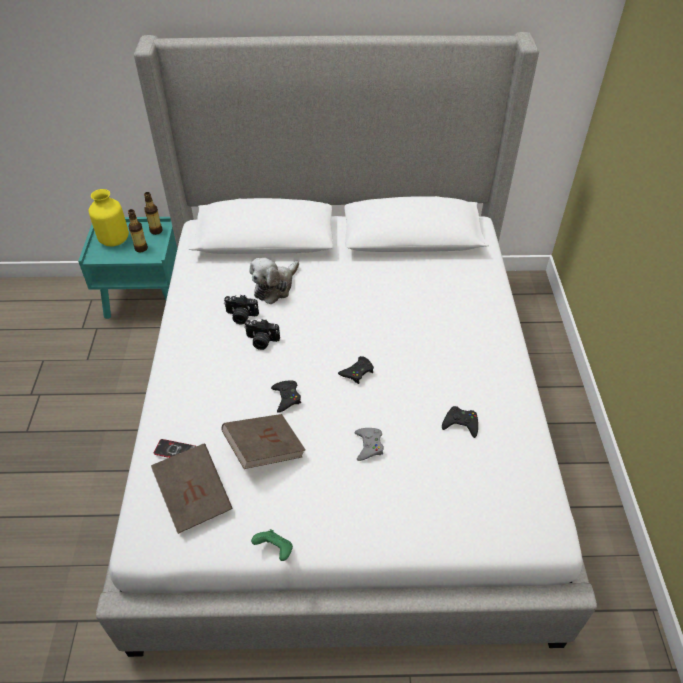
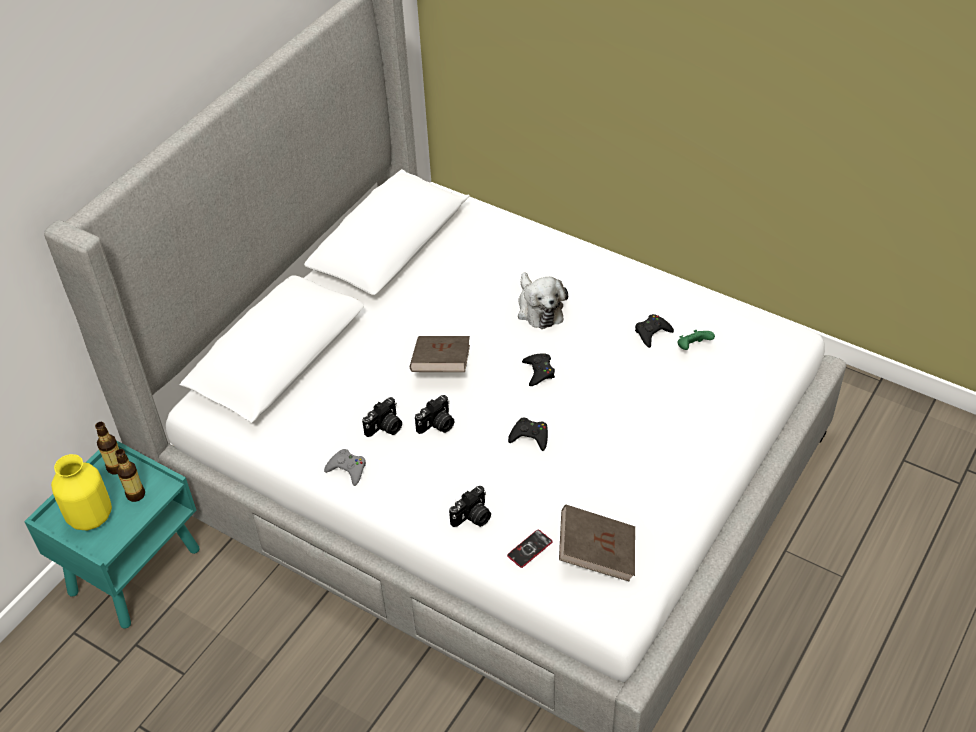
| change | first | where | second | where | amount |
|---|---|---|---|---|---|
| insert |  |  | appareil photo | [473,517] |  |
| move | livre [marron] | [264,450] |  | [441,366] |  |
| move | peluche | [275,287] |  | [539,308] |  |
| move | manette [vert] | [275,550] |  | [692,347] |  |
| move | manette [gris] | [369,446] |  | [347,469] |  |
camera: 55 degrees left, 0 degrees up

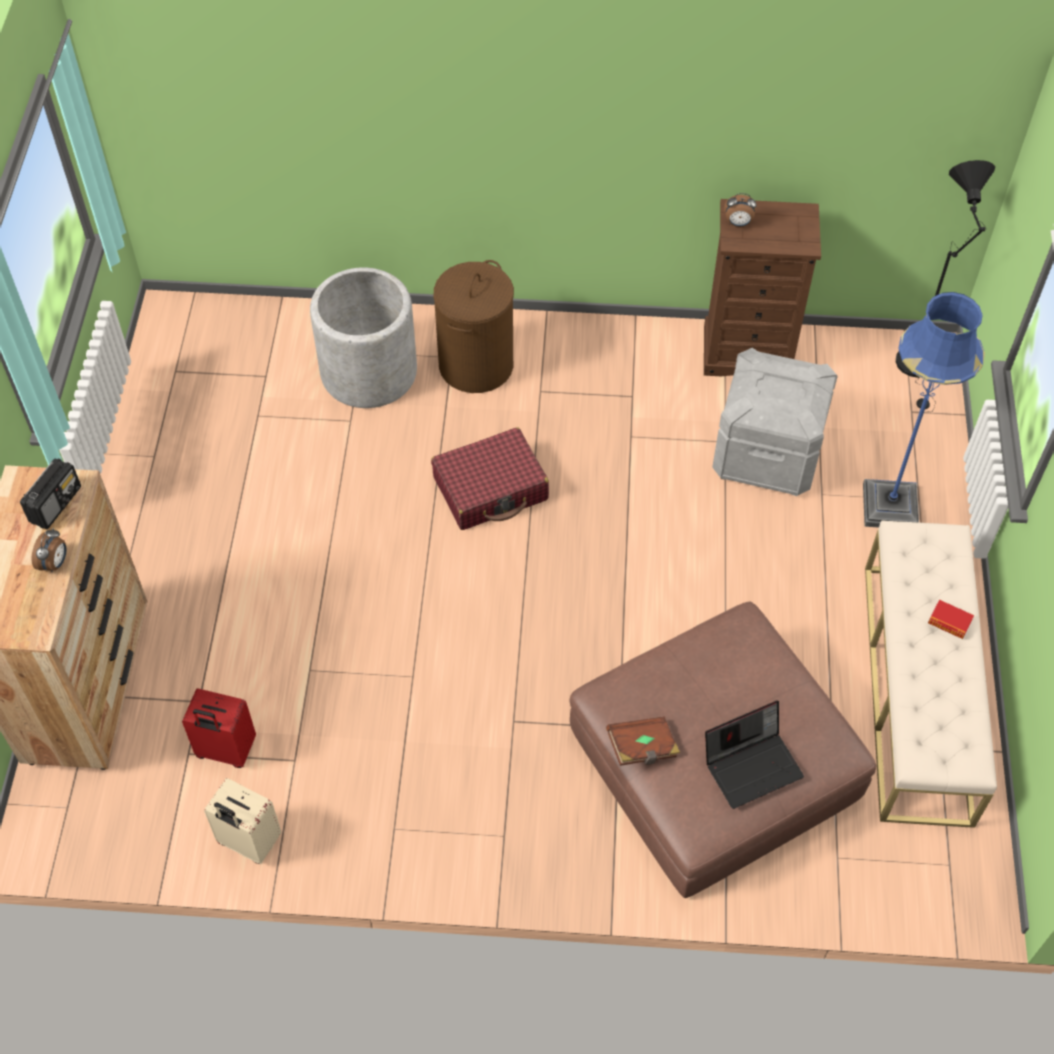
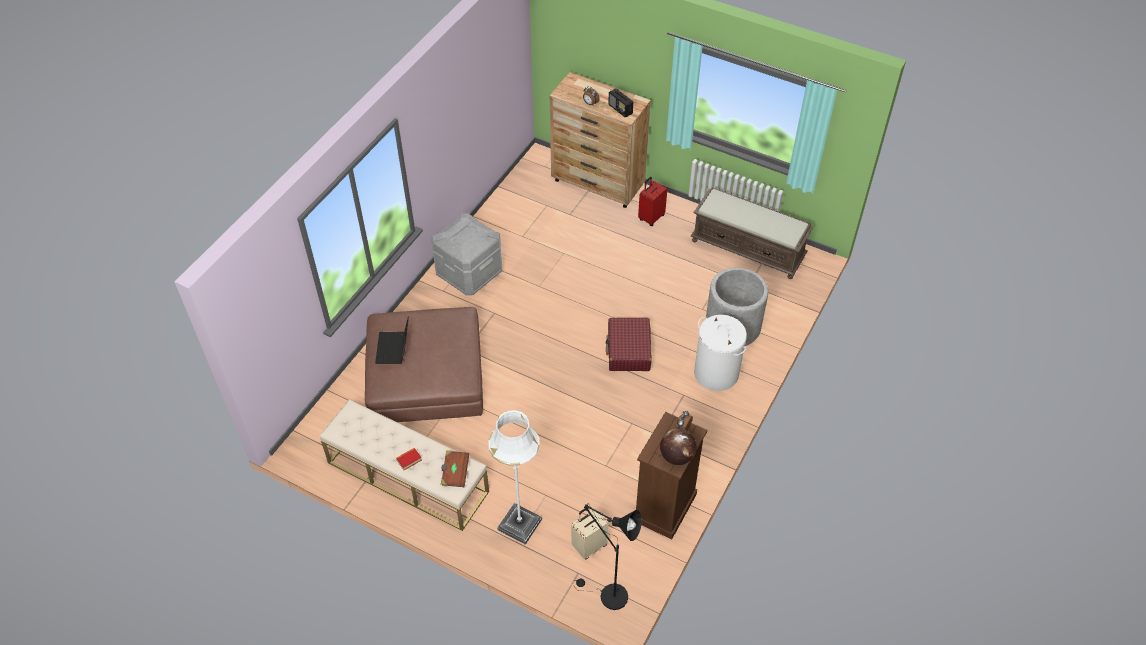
| change | first | where | second | where | amount |
|---|---|---|---|---|---|
| insert |  |  | globe | [676,456] |  |
| insert |  |  | banc [marron] | [748,248] |  |
| move | valise [rouge] | [225,751] |  | [651,217] |  |
| move | valise [beige] | [248,842] |  | [589,545] |  |
| move | livre [marron] | [642,748] |  | [455,473] |  |
| move | boîte de rangement [gris] | [766,454] |  | [469,272] |  |
| recolor | panier à linge [marron] | [476,365] | panier à linge [blanc] | [716,373] |  |
| recolor | lampadaire [bleu] | [889,507] | lampadaire [blanc] | [519,524] |  |
camera: 115 degrees right, 5 degrees down

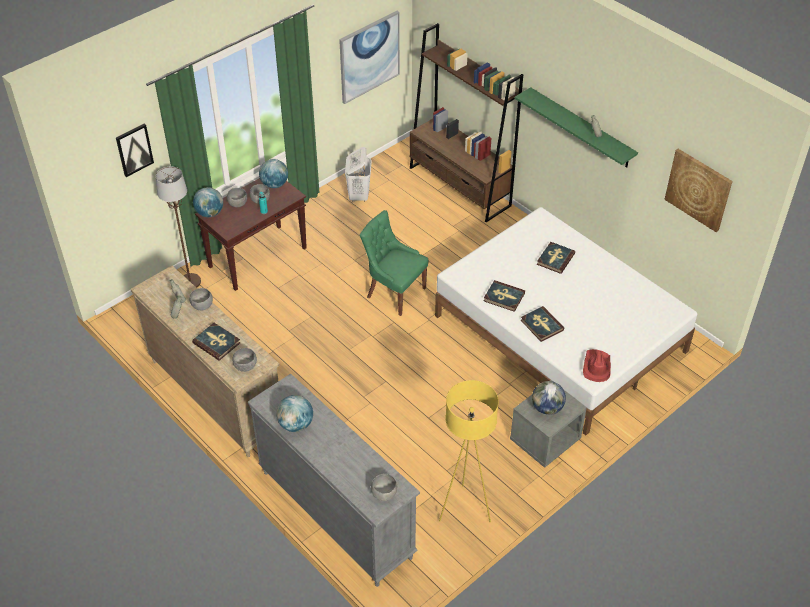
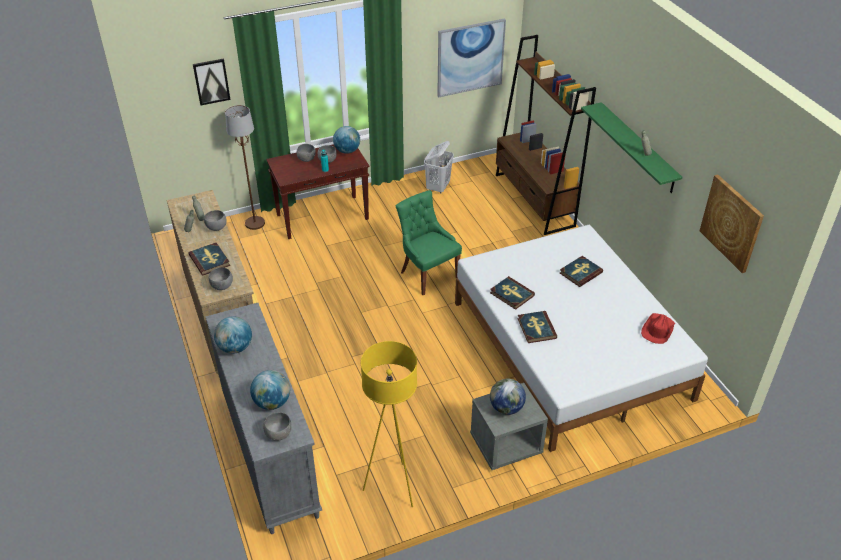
| change | first | where | second | where | amount |
|---|---|---|---|---|---|
| move | globe | [210,213] |  | [272,402] |  |
| move | chapeau [rouge] | [596,367] |  | [657,330] |  |
camera: 20 degrees right, 5 degrees down

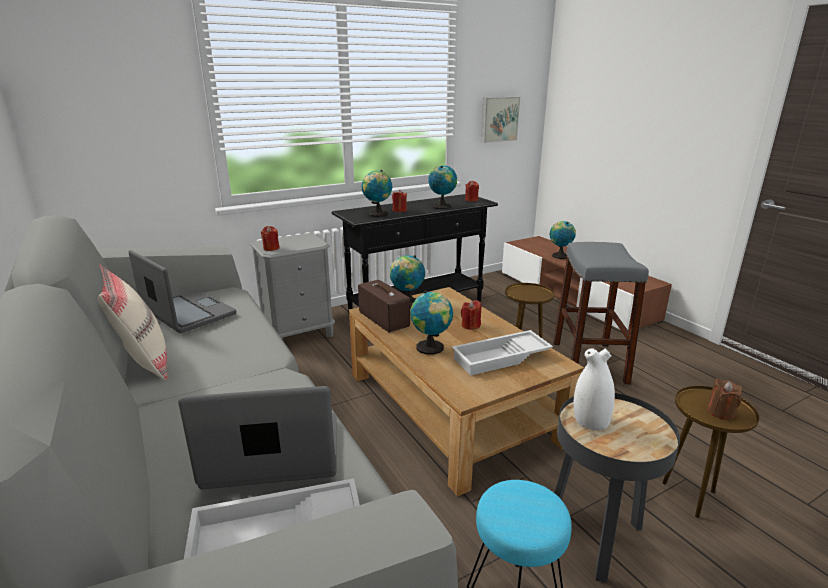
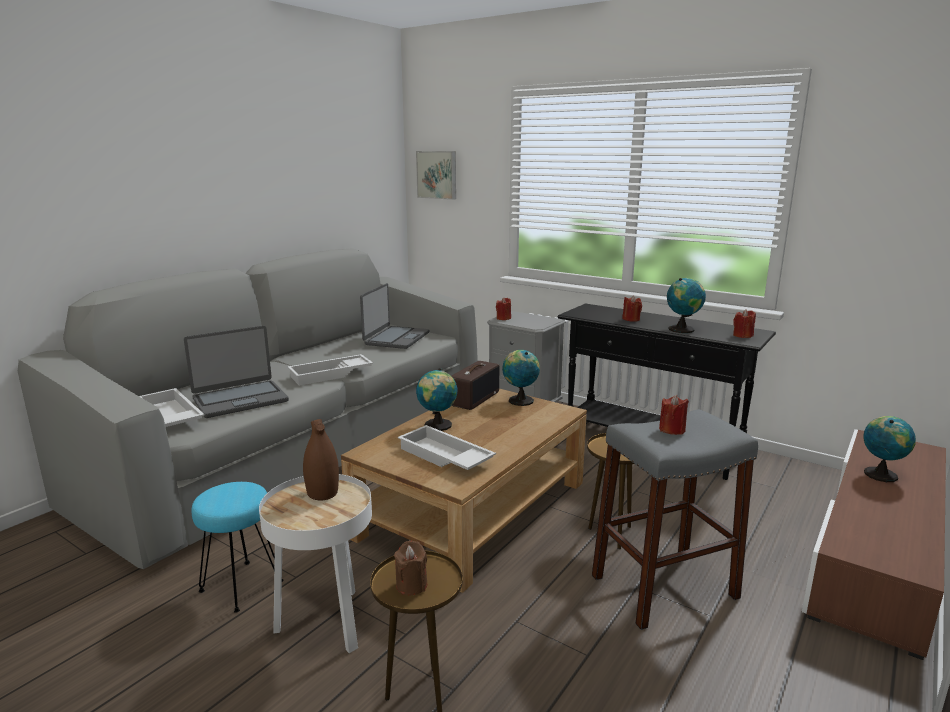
| change | first | where | second | where | amount |
|---|---|---|---|---|---|
| delete | coussin [beige] | [139,362] |  |  |  |
| delete | globe | [377,214] |  |  |  |
| insert |  |  | plateau [blanc] | [331,375] |  |
| move | bougie [rouge] | [470,325] |  | [672,430] |  |
| move | tableau | [498,119] |  | [437,174] |  |
| recolor | table d'appoint [noir] | [595,537] | table d'appoint [blanc] | [326,622] |  |
| recolor | vase [blanc] | [590,421] | vase [marron] | [323,492] |  |
| rotate | ordinateur portable | [273,454] |  | [240,399] | 90 degrees clockwise |
camera: 65 degrees right, 5 degrees down

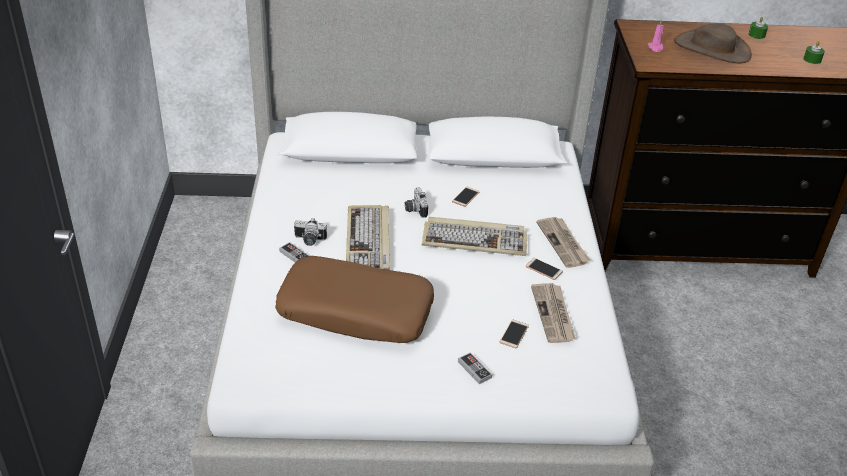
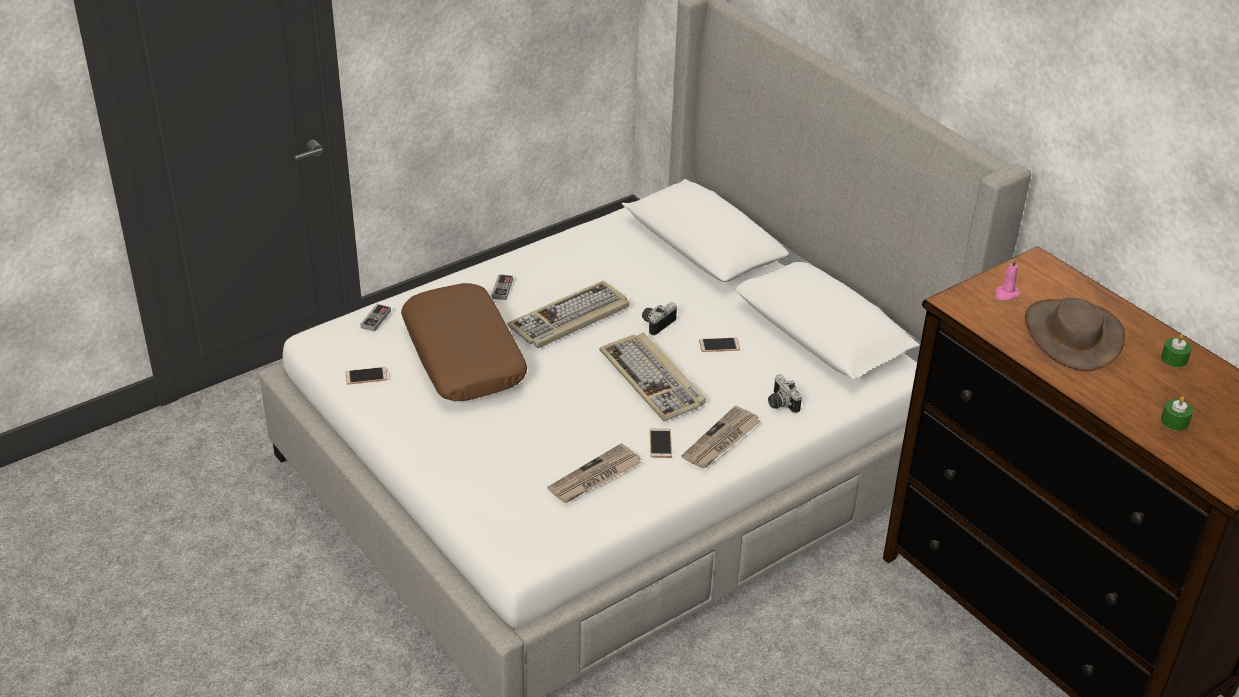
| change | first | where | second | where | amount |
|---|---|---|---|---|---|
| move | appareil photo | [309,240] |  | [780,403] |  |
| move | manette | [474,370] |  | [376,319] |  |
| move | téléphone | [514,334] |  | [366,376] |  |
camera: 55 degrees right, 0 degrees up

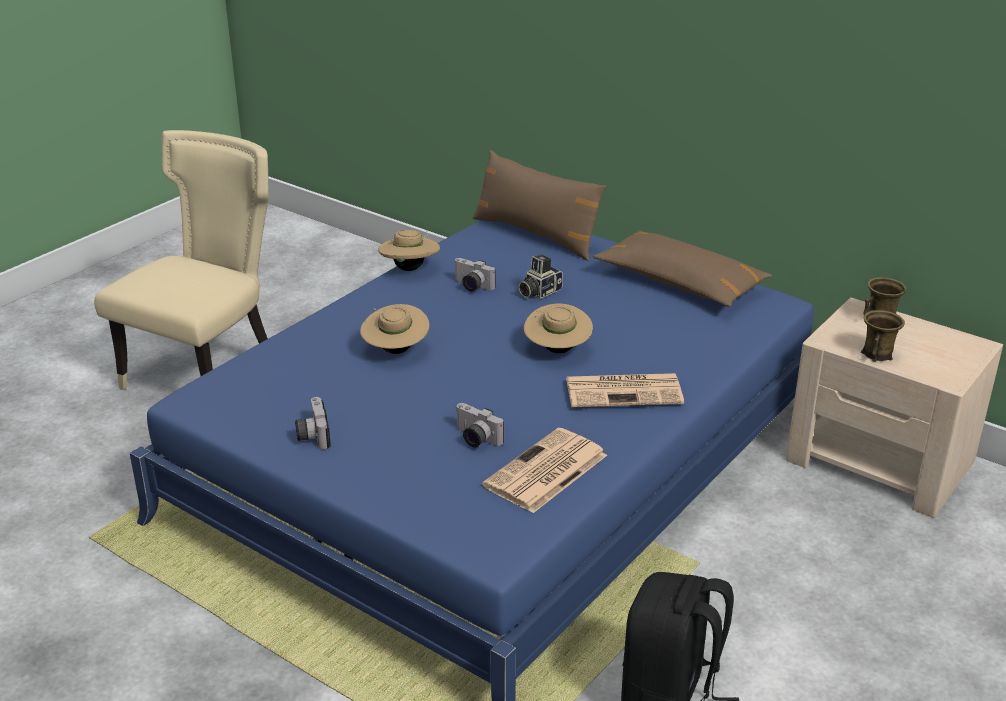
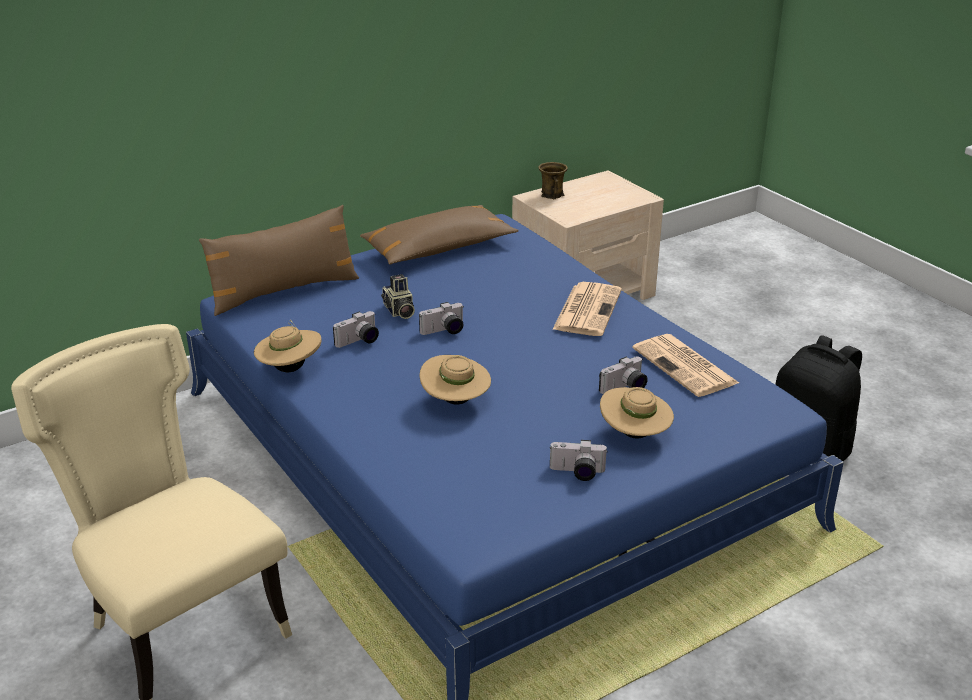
| change | first | where | second | where | amount |
|---|---|---|---|---|---|
| delete | mug [marron] | [878,354] |  |  |  |
| insert |  |  | appareil photo | [444,331] |  |
| move | chapeau [beige] | [557,350] |  | [634,435] |  |
camera: 70 degrees left, 0 degrees up

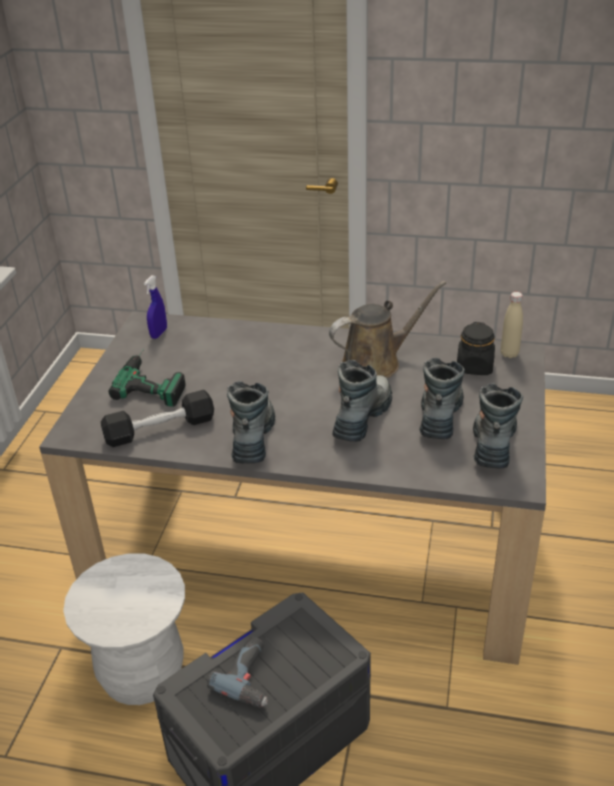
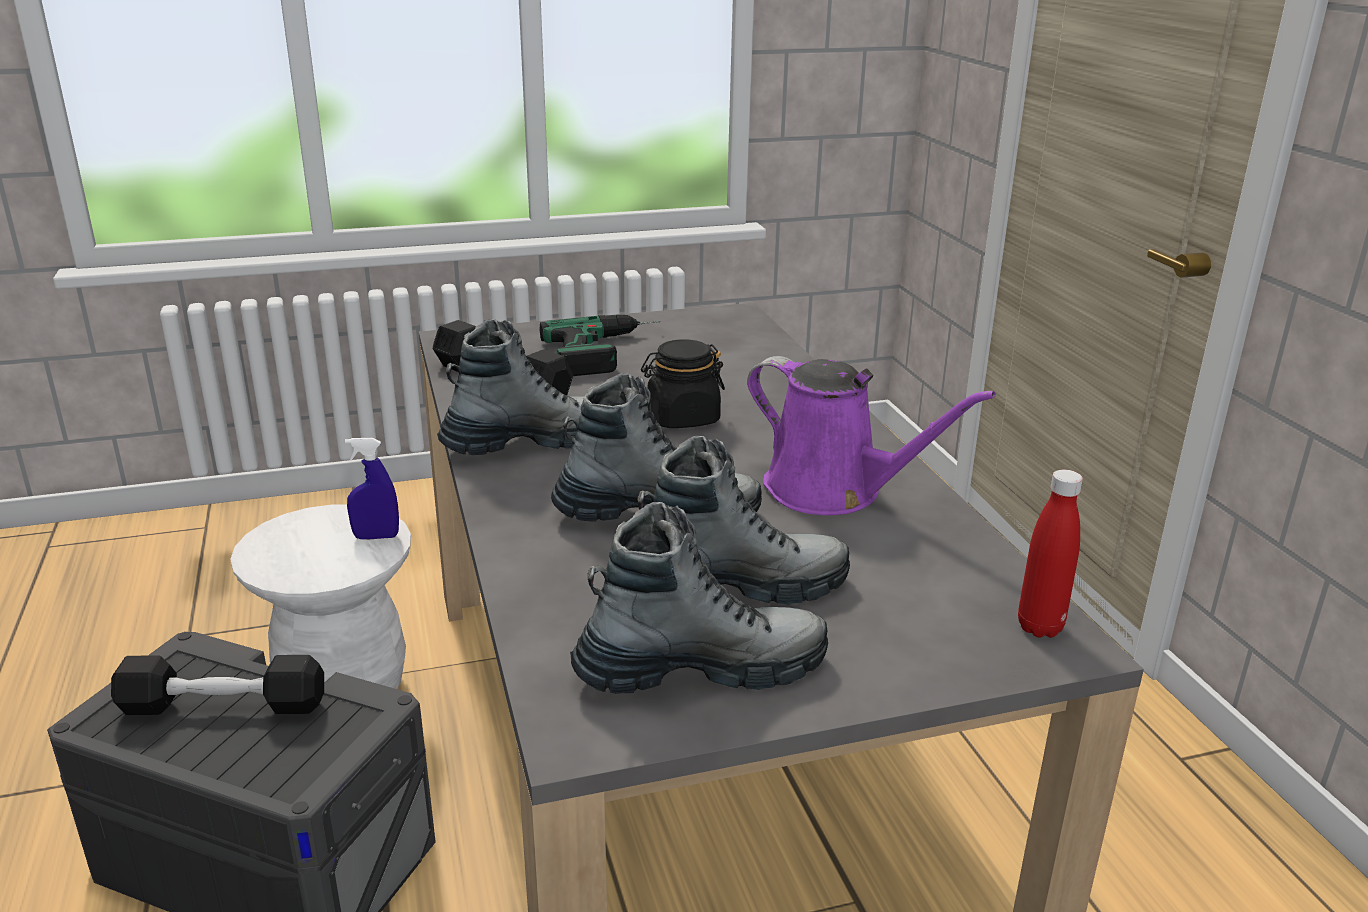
| change | first | where | second | where | amount |
|---|---|---|---|---|---|
| move | vaporisateur [bleu] | [159,333] |  | [376,537] |  |
| move | bocal [noir] | [474,366] |  | [682,418] |  |
| replace | perceuse | [251,677] | haltère [noir] | [223,705] |  |
| recolor | arrosoir [marron] | [376,362] | arrosoir [violet] | [833,491] |  |
| recolor | bouteille [beige] | [509,354] | bouteille [rouge] | [1039,627] |  |
camera: 60 degrees right, 10 degrees down

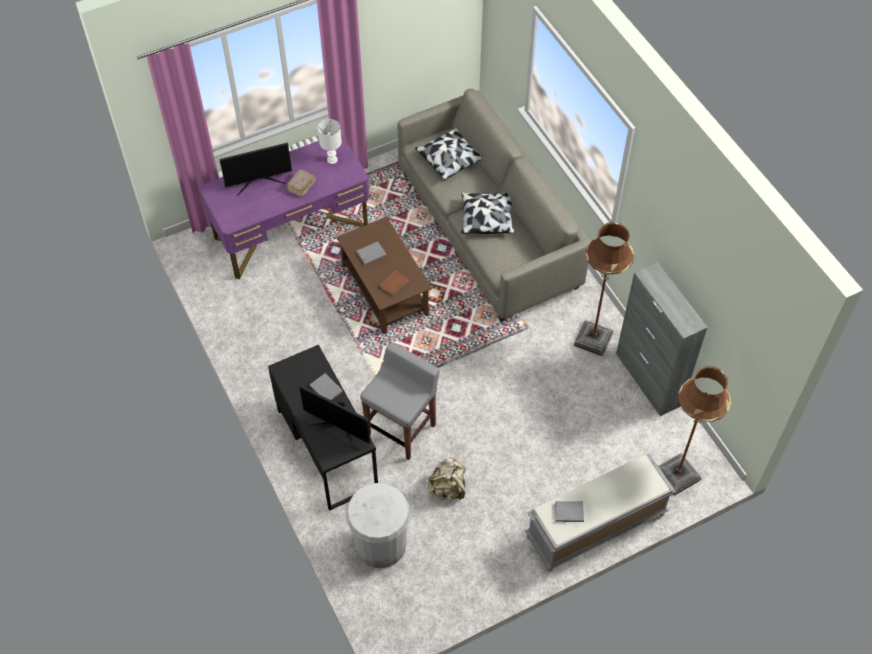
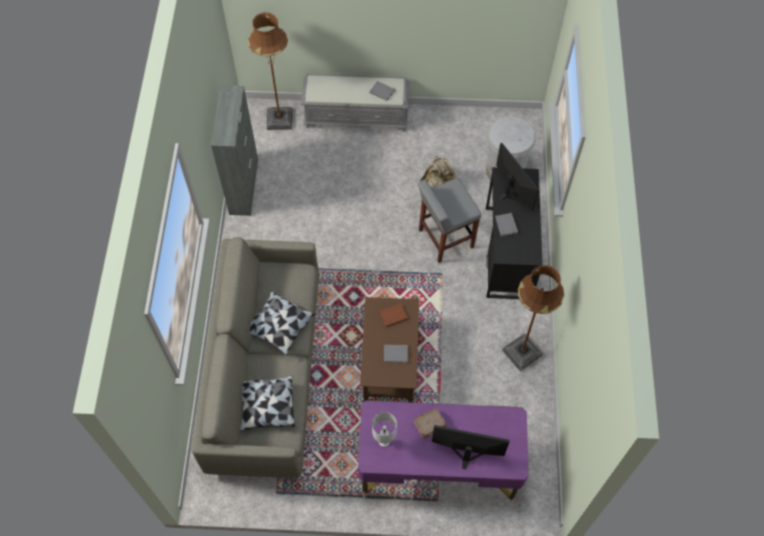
| change | first | where | second | where | amount |
|---|---|---|---|---|---|
| move | lampadaire [marron] | [593,339] |  | [521,353] |  |
camera: 150 degrees left, 5 degrees up

